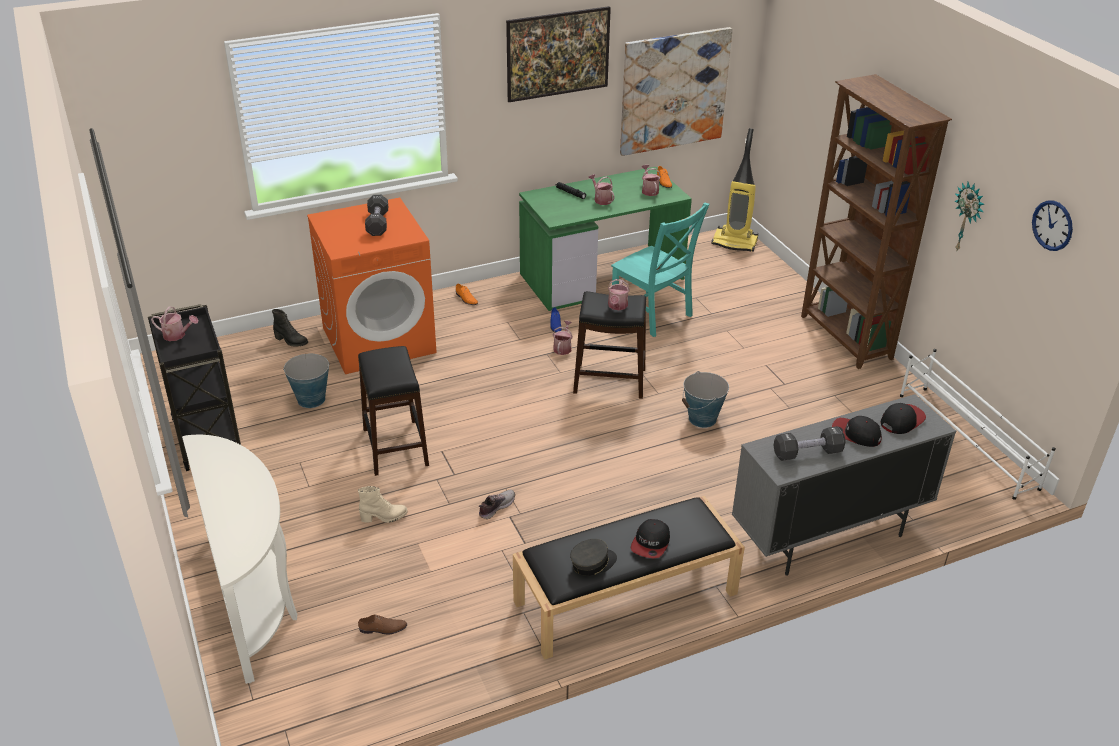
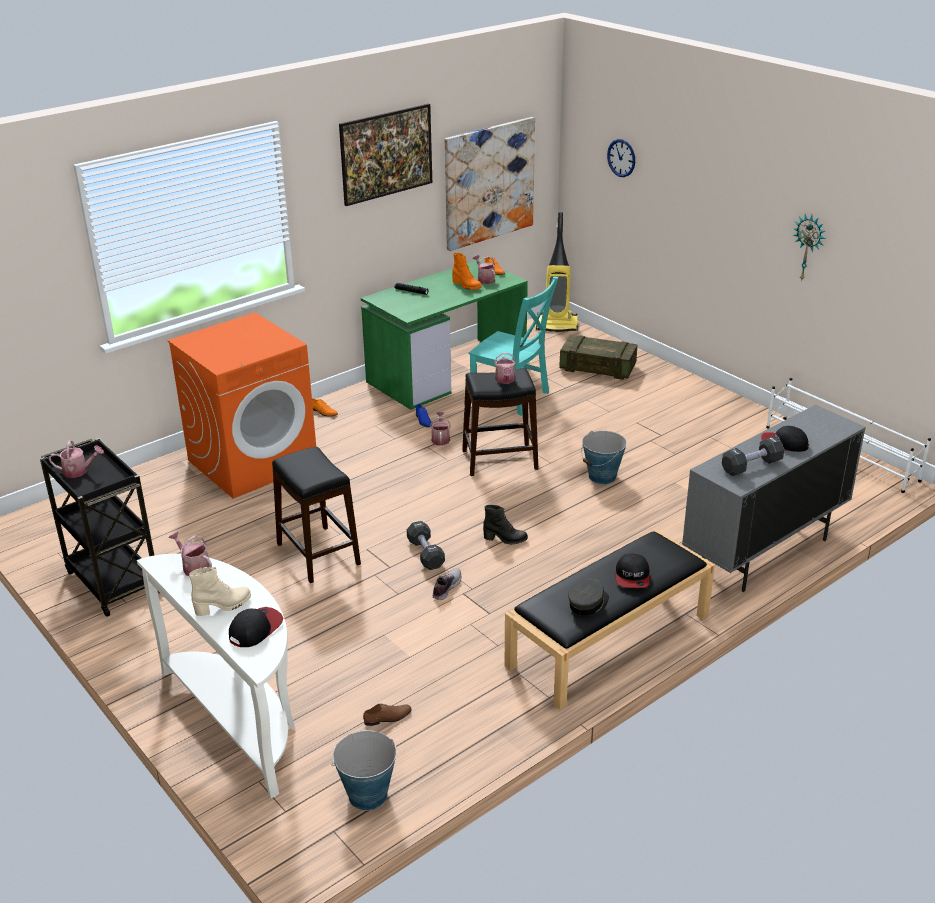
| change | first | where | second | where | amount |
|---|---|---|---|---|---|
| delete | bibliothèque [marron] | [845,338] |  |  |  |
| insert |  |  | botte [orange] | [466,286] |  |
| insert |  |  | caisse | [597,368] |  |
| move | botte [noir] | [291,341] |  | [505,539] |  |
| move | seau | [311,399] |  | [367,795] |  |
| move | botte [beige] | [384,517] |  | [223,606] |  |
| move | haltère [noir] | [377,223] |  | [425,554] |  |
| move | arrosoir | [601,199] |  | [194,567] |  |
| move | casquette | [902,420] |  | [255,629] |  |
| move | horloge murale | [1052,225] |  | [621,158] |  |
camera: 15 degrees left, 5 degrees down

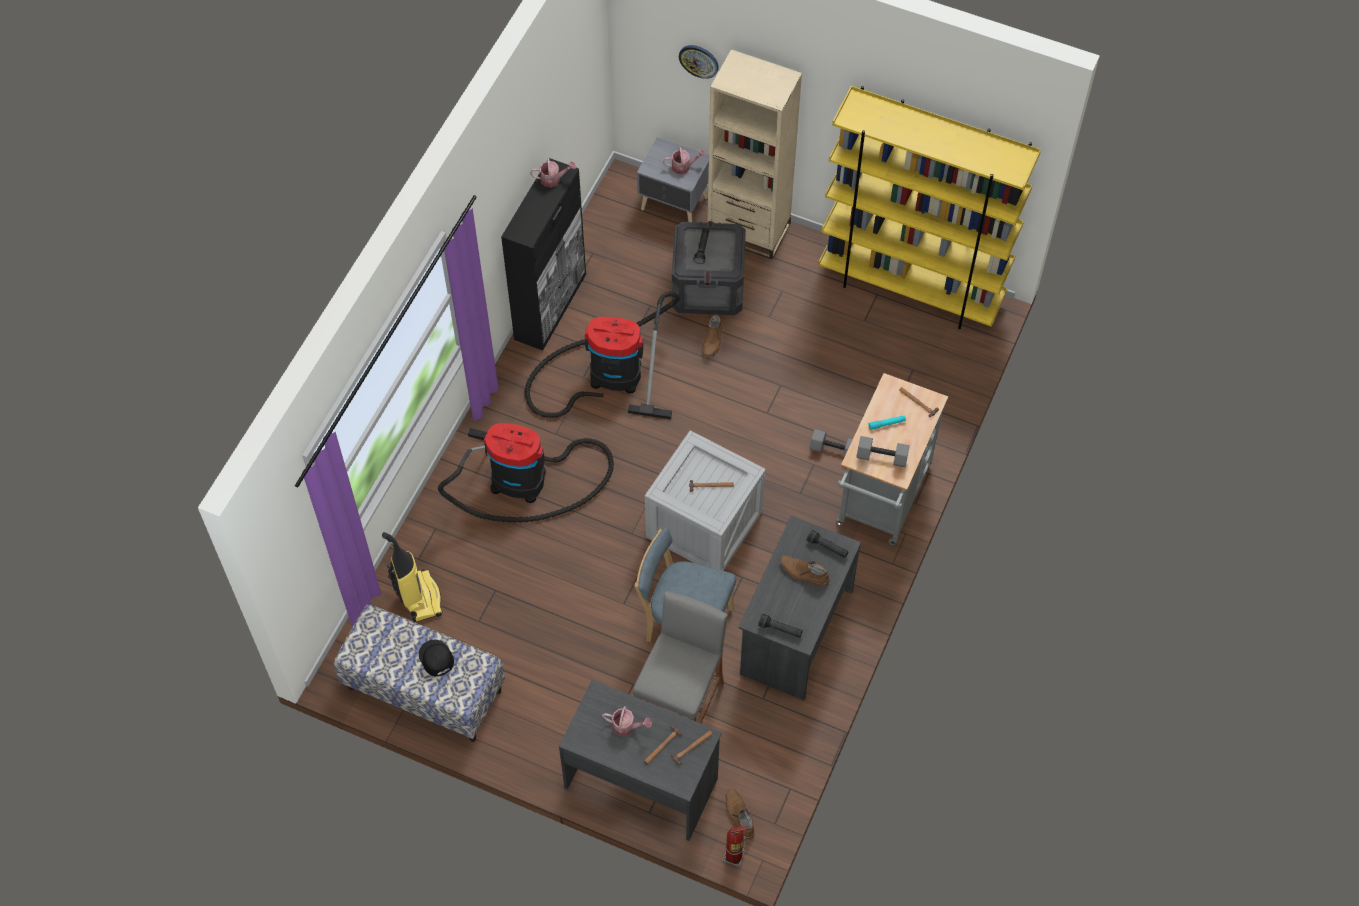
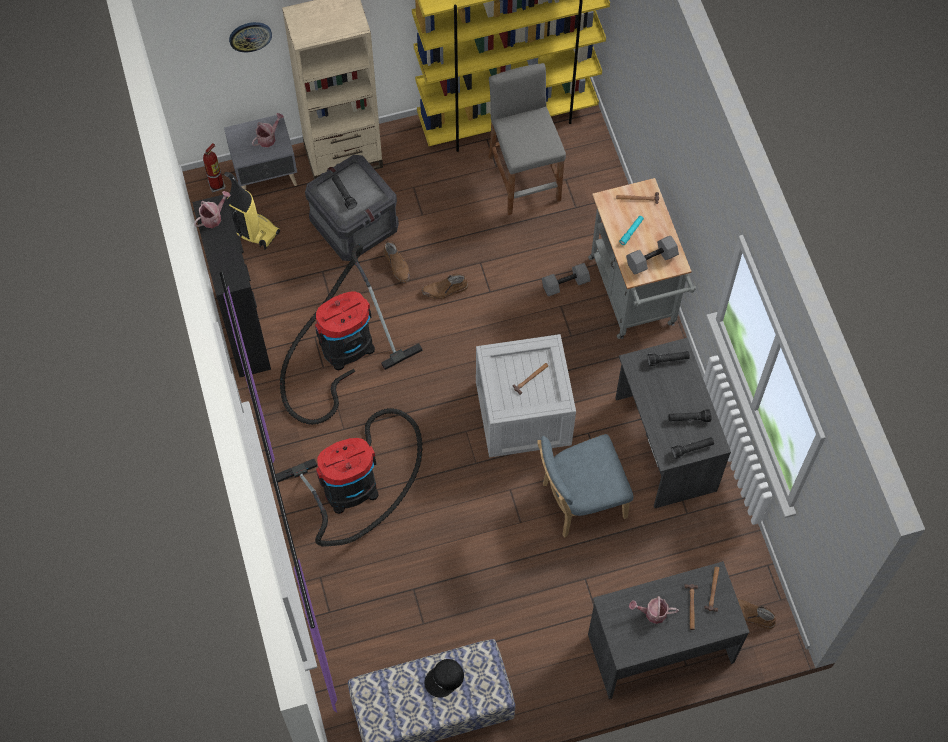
| change | first | where | second | where | amount |
|---|---|---|---|---|---|
| insert |  |  | lampe de poche [noir] | [689,419] |  |
| move | aspirateur | [419,597] |  | [252,231] |  |
| move | tabouret [gris] | [680,706] |  | [524,178] |  |
| move | extincteur | [734,856] |  | [217,185] |  |
| move | botte [marron] | [803,573] |  | [445,290] |  |
| rotate | casquette [noir] | [435,658] |  | [445,679] | 60 degrees counterclockwise |
| rotate | arrosoir | [627,726] |  | [652,613] | 150 degrees counterclockwise |
camera: 40 degrees left, 5 degrees up

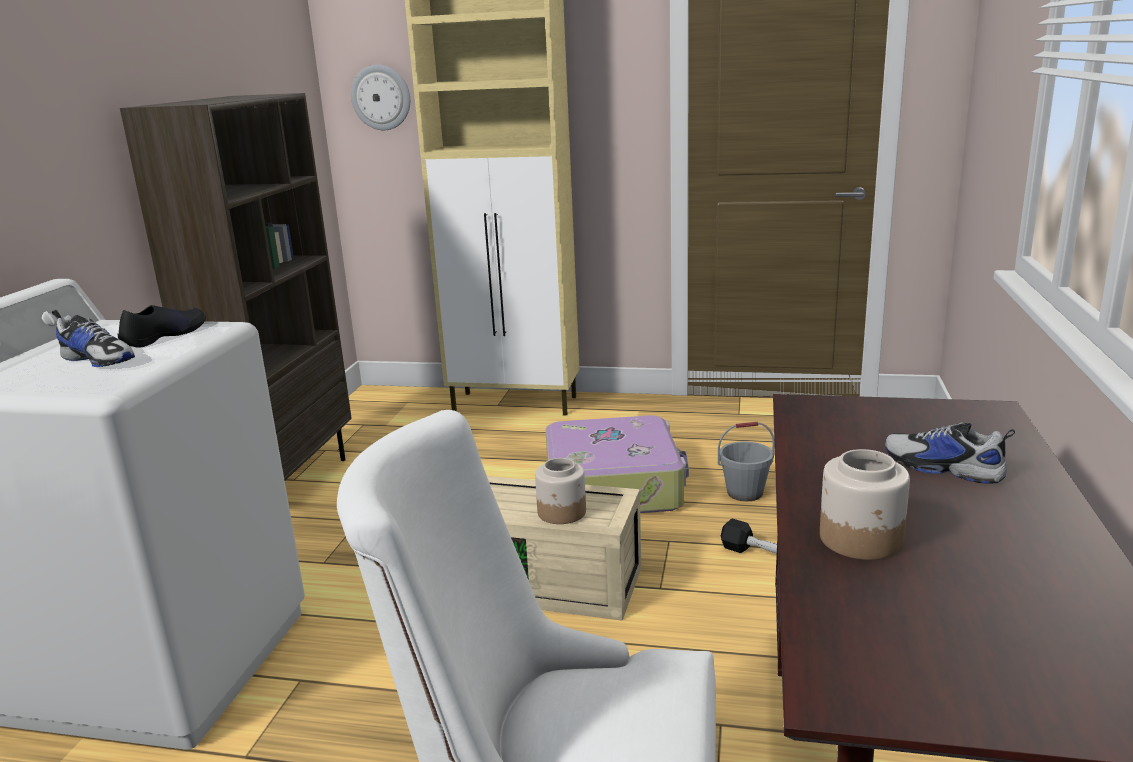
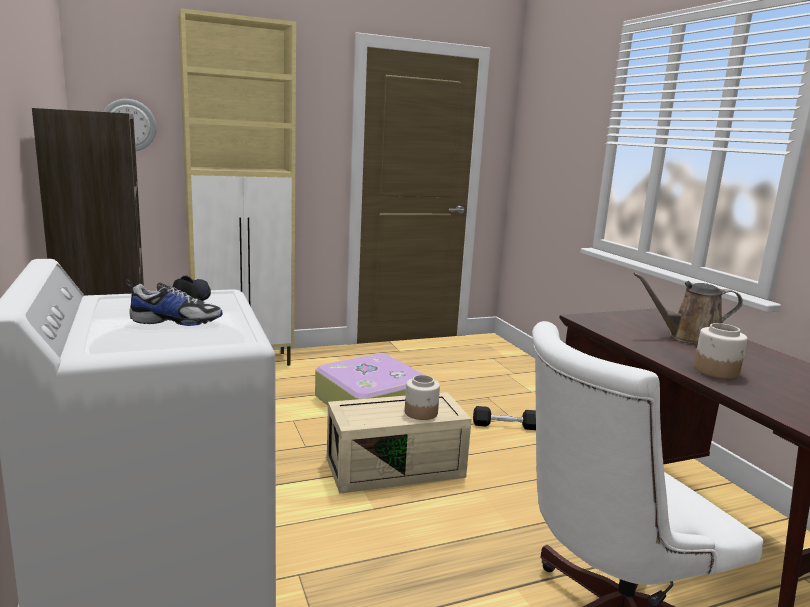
| change | first | where | second | where | amount |
|---|---|---|---|---|---|
| delete | seau [gris] | [745,492] |  |  |  |
| replace | chaussure | [942,468] | arrosoir [marron] | [689,338] |  |
camera: 35 degrees left, 5 degrees down

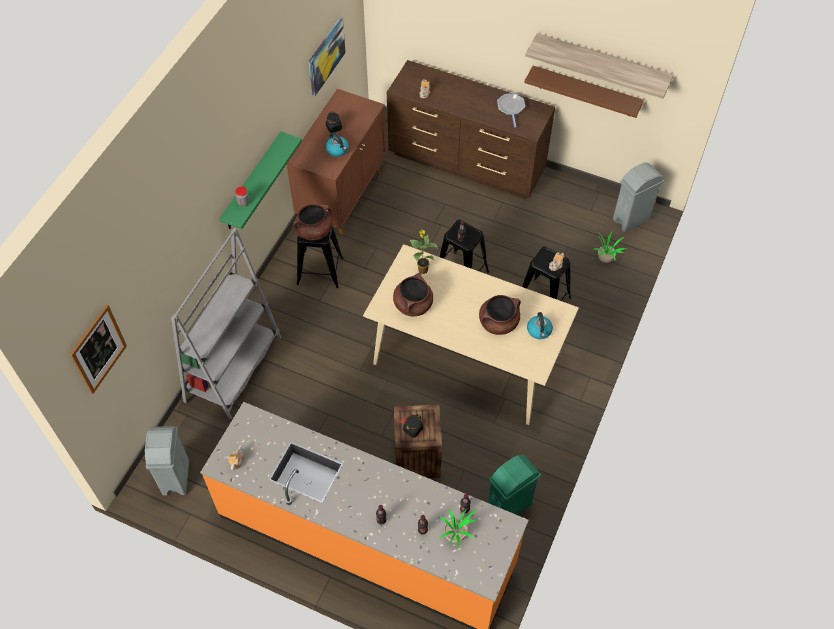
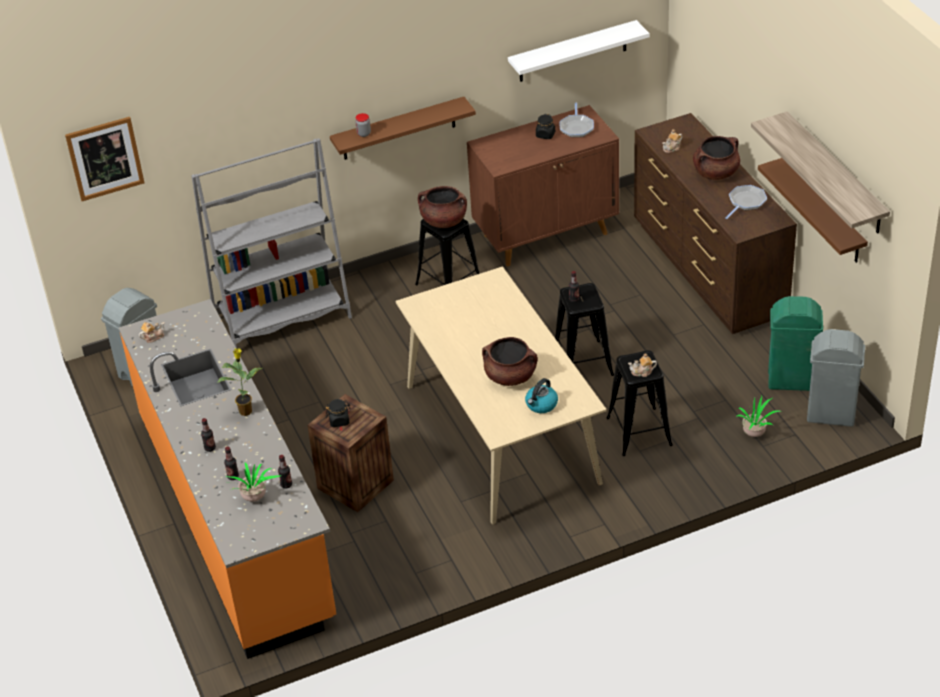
| change | first | where | second | where | amount |
|---|---|---|---|---|---|
| delete | bouilloire | [337,150] |  |  |  |
| insert |  |  | poêle | [576,127] |  |
| move | marmite [marron] | [413,304] |  | [716,173] |  |
| move | plante en pot | [422,269] |  | [246,410] |  |
| move | poubelle [vert] | [509,506] |  | [791,381] |  |
| replace | tableau | [326,56] | étagère [blanc] | [573,52] |  |
| recolor | étagère [vert] | [252,182] | étagère [marron] | [398,129] |  |
camera: 45 degrees right, 15 degrees down

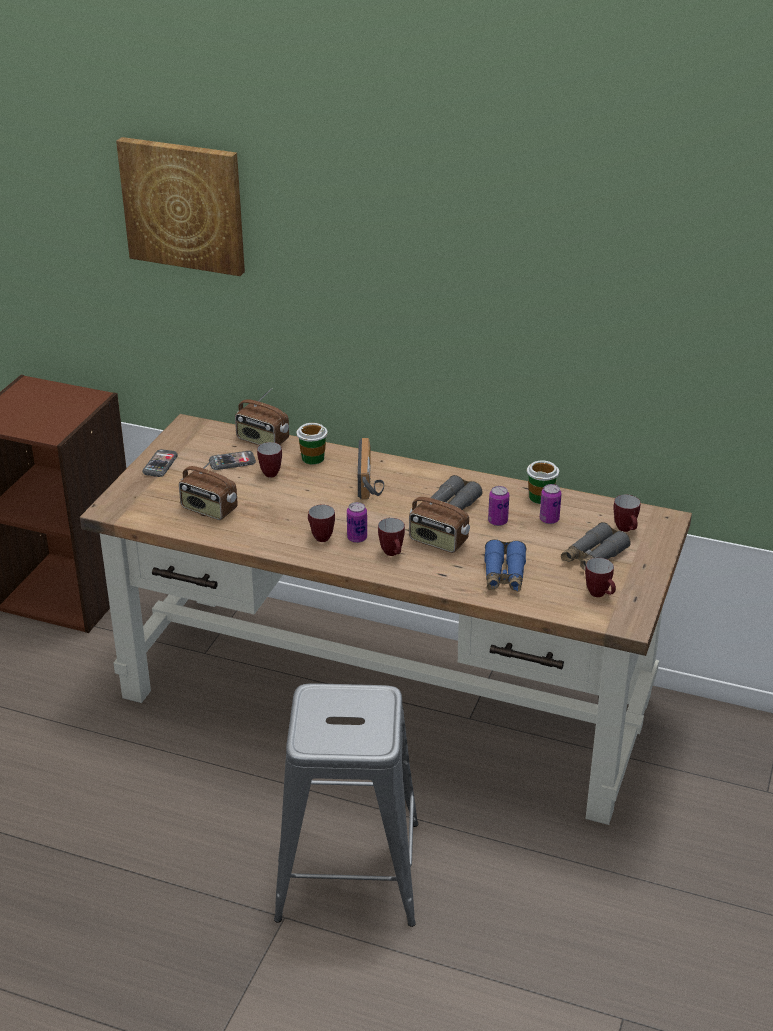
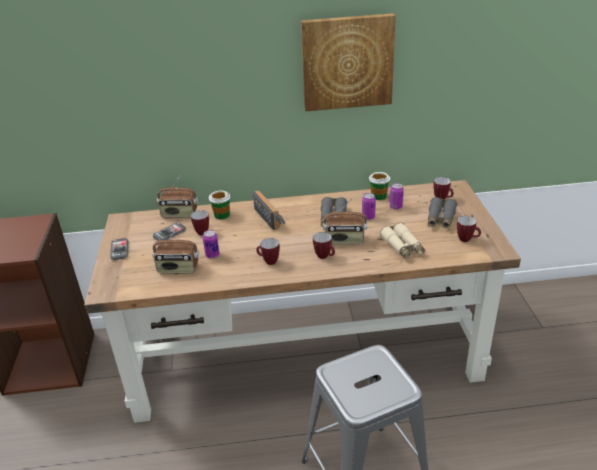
| change | first | where | second | where | amount |
|---|---|---|---|---|---|
| move | tableau | [184,205] |  | [347,62] |  |
| move | boîte métallique | [357,538] |  | [212,255] |  |
| recolor | jumelles [bleu] | [504,575] | jumelles [beige] | [402,247] |  |
camera: 25 degrees left, 0 degrees up

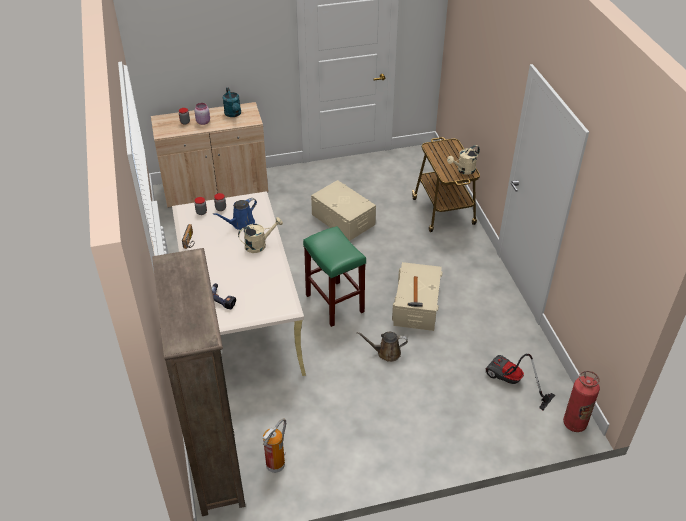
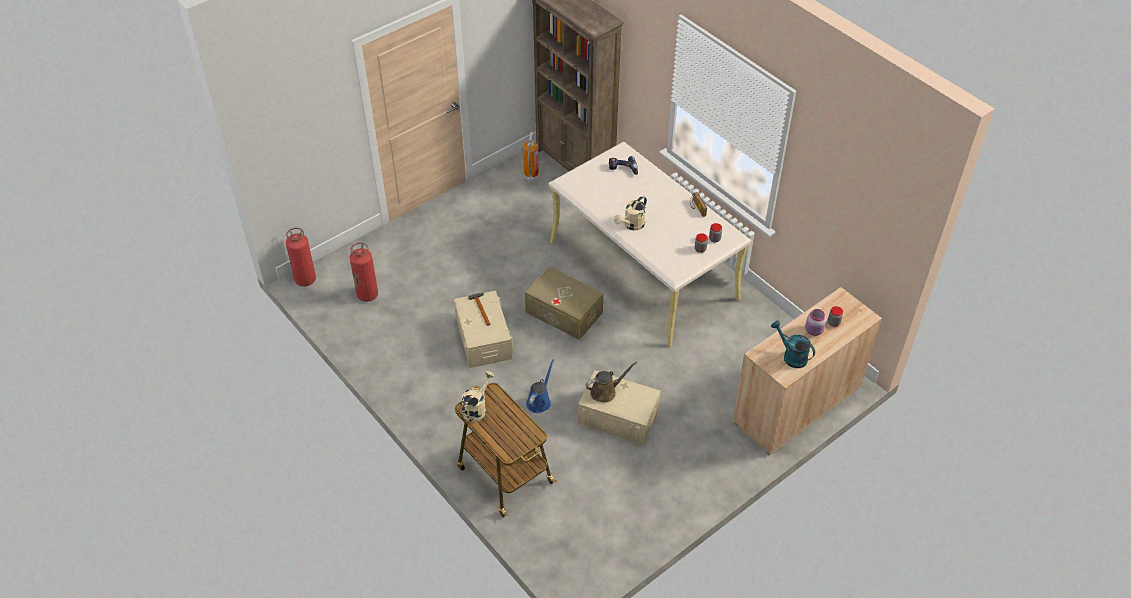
| change | first | where | second | where | amount |
|---|---|---|---|---|---|
| move | arrosoir [bleu] | [241,224] |  | [539,401] |  |
| move | arrosoir [marron] | [386,353] |  | [605,391] |  |
| replace | tabouret [vert] | [335,304] | boîte de rangement [beige] | [564,312] |  |
| replace | aspirateur | [511,383] | extincteur | [367,295] |  |
camera: 155 degrees right, 5 degrees up

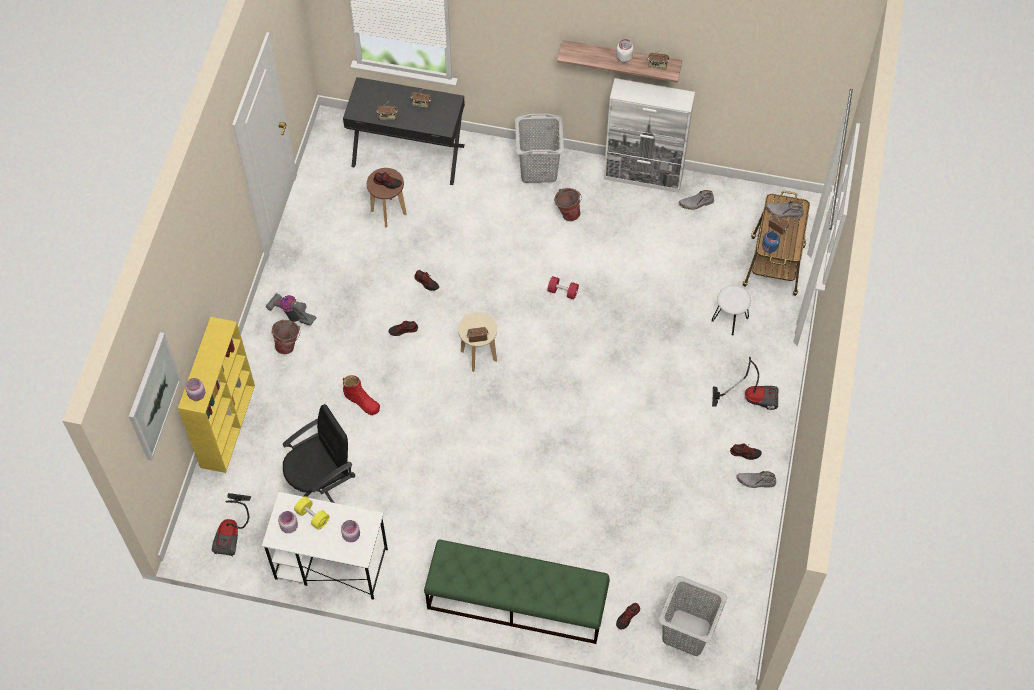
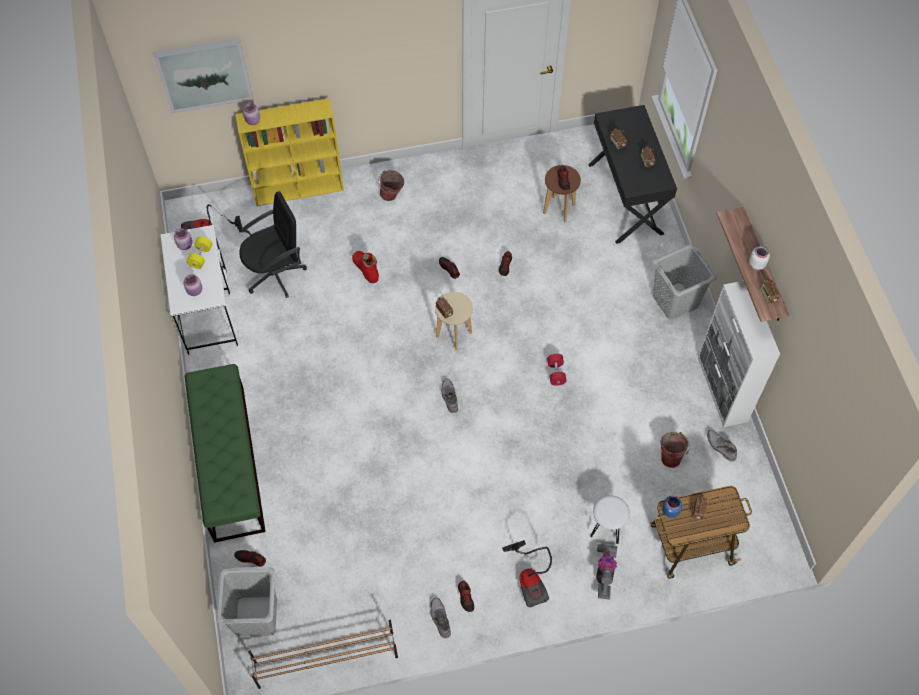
| change | first | where | second | where | amount |
|---|---|---|---|---|---|
| insert |  |  | étagère à chaussures [marron] | [325,659] |  |
| move | aspirateur | [292,314] |  | [605,573] |  |
| move | seau | [567,212] |  | [671,456] |  |
| move | botte [gris] | [783,212] |  | [449,397] |  |
| rotate | chaise de bureau [noir] | [321,484] |  | [276,273] | 60 degrees counterclockwise |
| rotate | botte [rouge] | [362,401] |  | [365,269] | 135 degrees clockwise |
camera: 65 degrees right, 0 degrees up

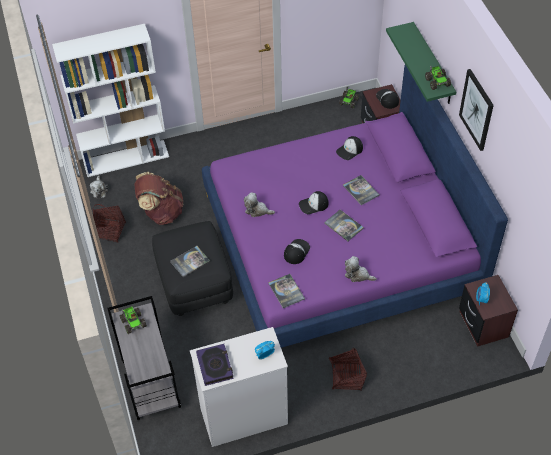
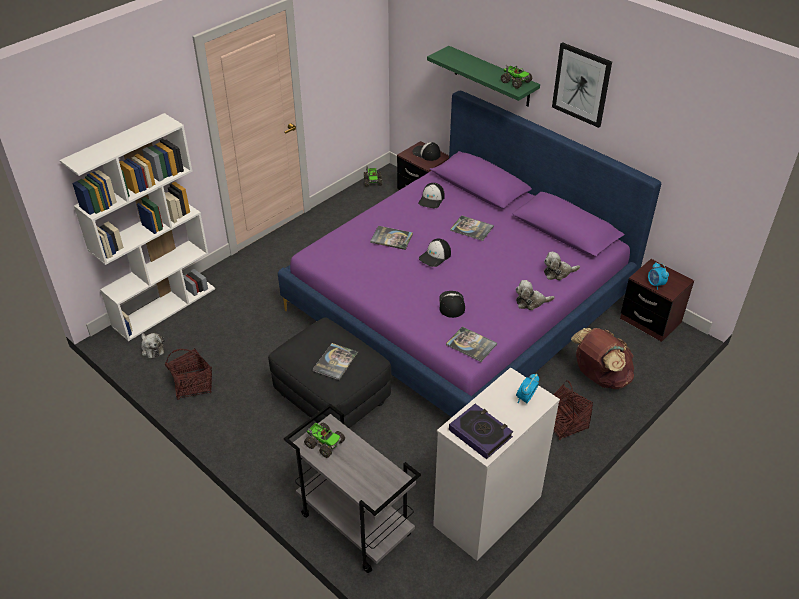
| change | first | where | second | where | amount |
|---|---|---|---|---|---|
| move | sac à dos [marron] | [161,212] |  | [599,377] |  |
| move | peluche | [257,210] |  | [558,273] |  |
| move | livre | [343,226] |  | [391,238] |  |
camera: 30 degrees left, 10 degrees down

